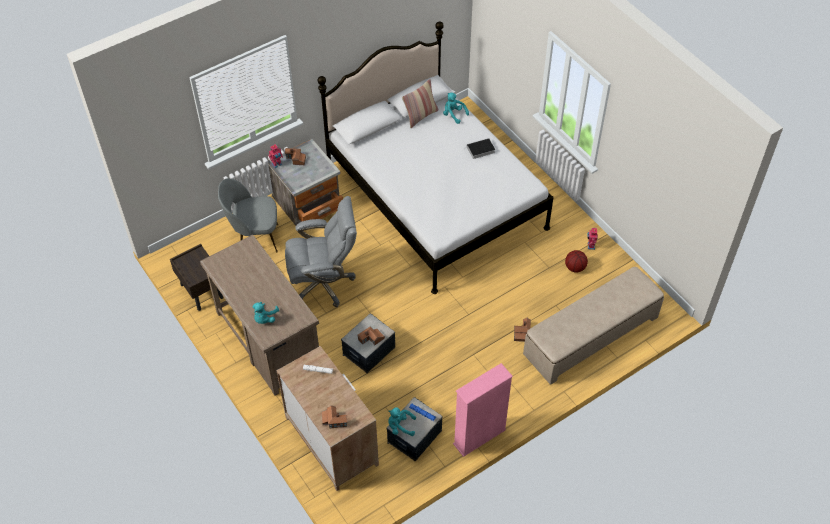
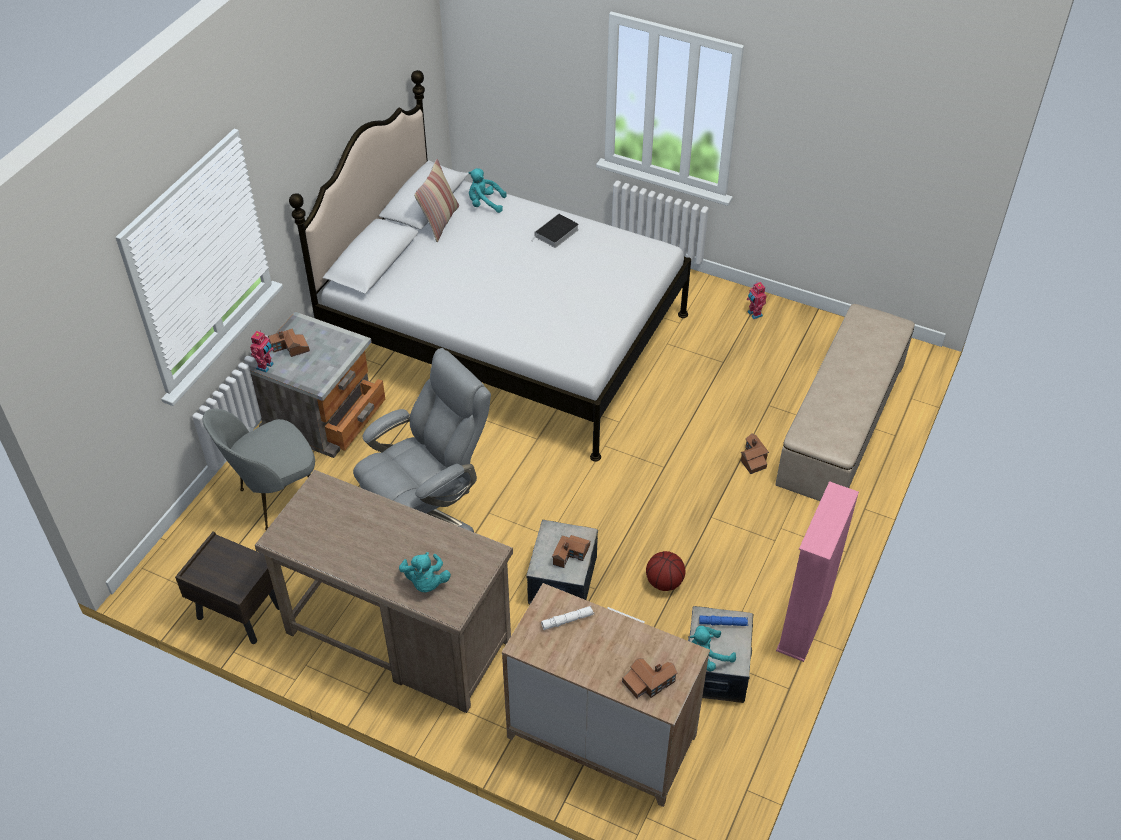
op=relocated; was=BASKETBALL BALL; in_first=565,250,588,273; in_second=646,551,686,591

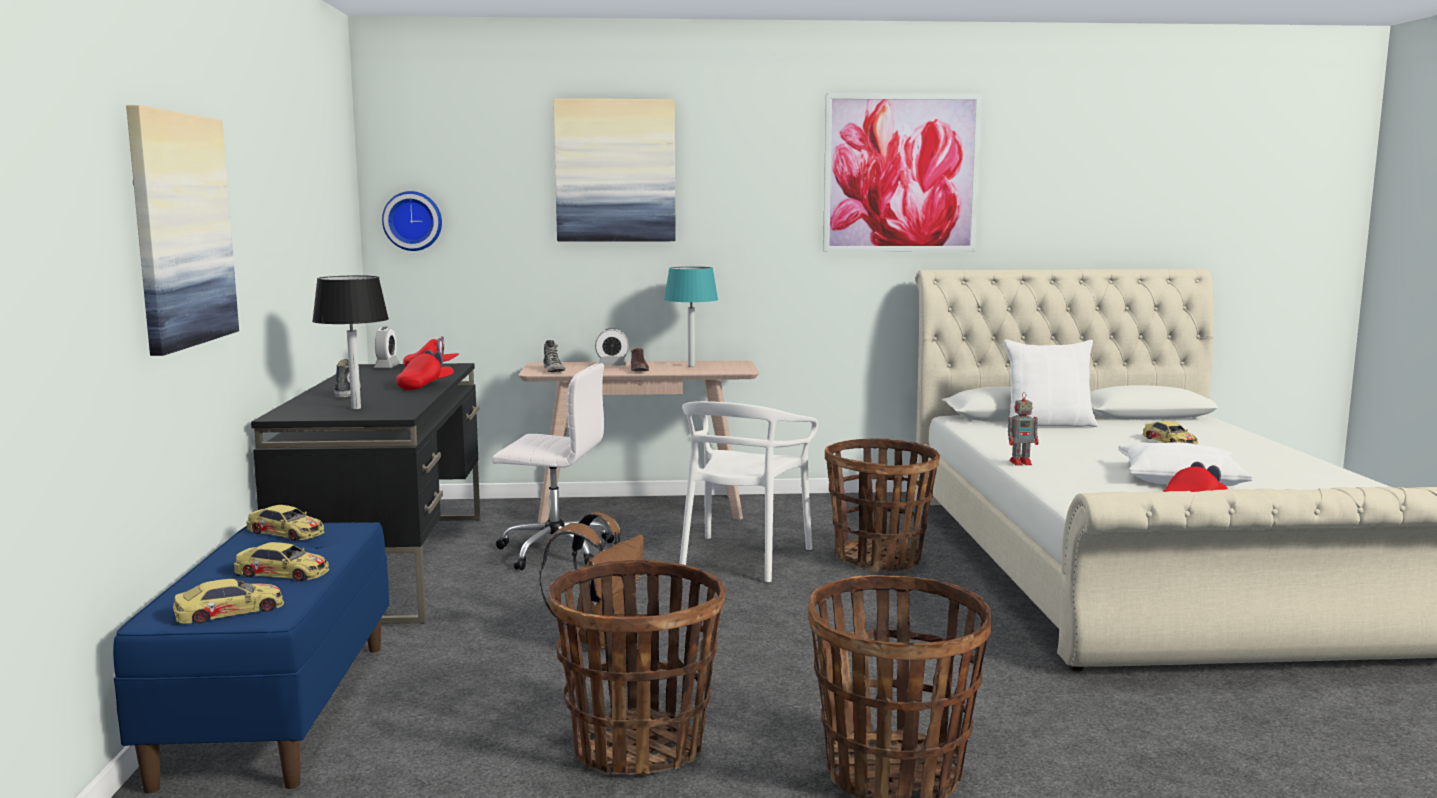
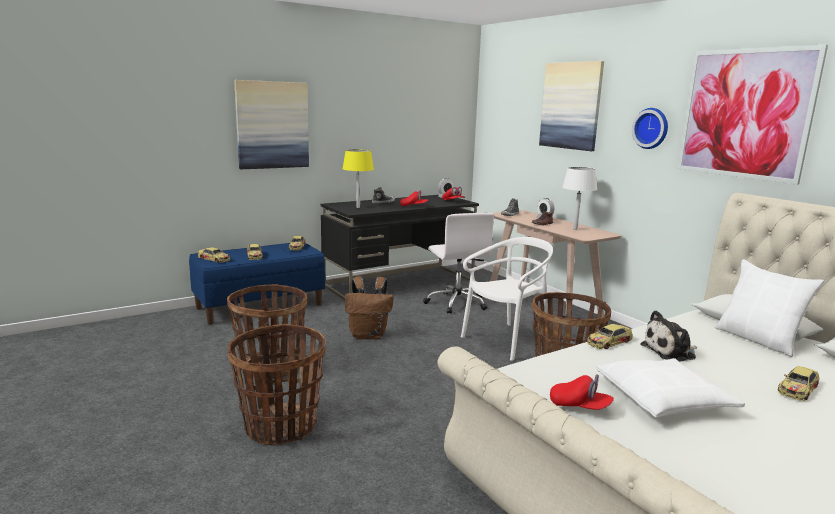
op=relocated; was=HANGING CLOCK; in_first=382,191,442,251; in_second=632,108,668,149
op=colour; was=BLUE-GREEN TABLETOP LAMP; now=WHITE-COLOURED TABLETOP LAMP; in_first=664,267,718,367; in_second=562,167,597,230
op=colour; was=BLACKISH TABLETOP LAMP; now=YELLOWISH TABLETOP LAMP; in_first=312,275,389,409; in_second=342,149,374,208
op=exchanged; was=ROBOT FIGURE; now=MINIATURE CAR; in_first=1008,392,1039,465; in_second=587,324,633,349
op=spun; was=WHITE-COLOURED PLAIN CHAIR; in_first=679,401,818,583; in_second=461,237,553,361; clockwise=150
op=appeared; now=CUDDLY TOY; in_second=640,310,697,362

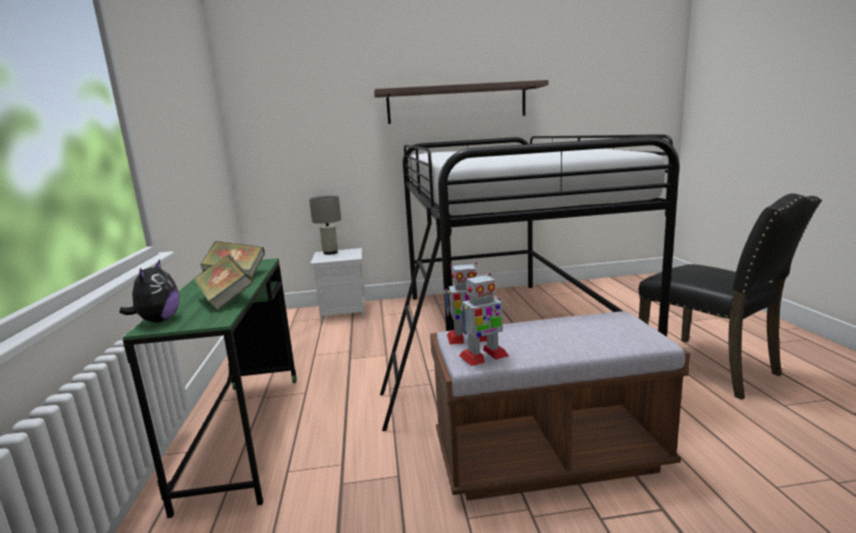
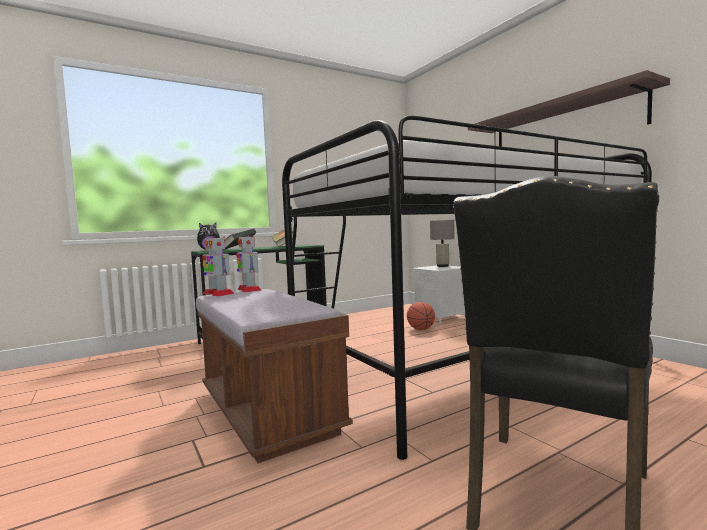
op=appeared; now=BASKETBALL BALL; in_second=407,302,435,330

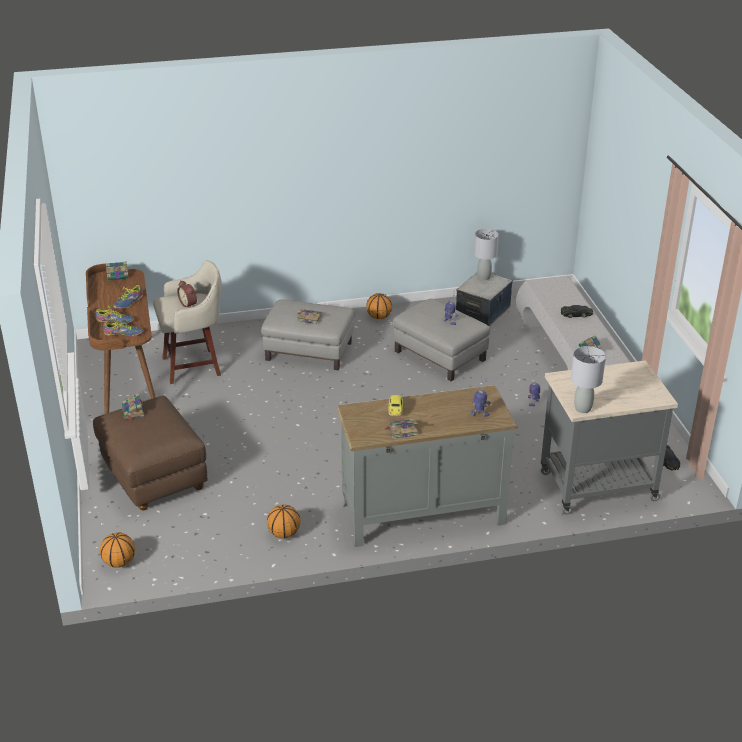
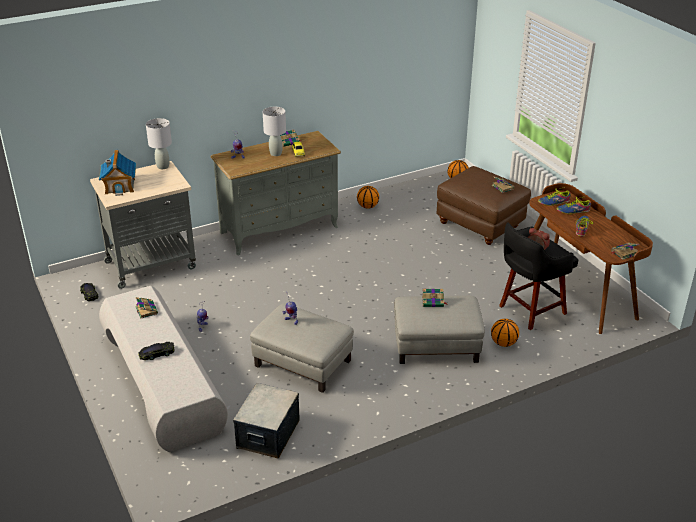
op=relocated; was=GREYISH TABLETOP LAMP; in_first=474,229,499,280; in_second=263,107,286,156
op=colour; was=BEIGE-COLOURED SITTING STOOL; now=BLACKISH SITTING STOOL; in_first=153,260,222,384; in_second=499,223,578,330
op=relocated; was=BASKETBALL BALL; in_first=366,293,392,319; in_second=491,319,519,347
op=appeared; now=MINIATURE HOUSE; in_second=99,150,136,196

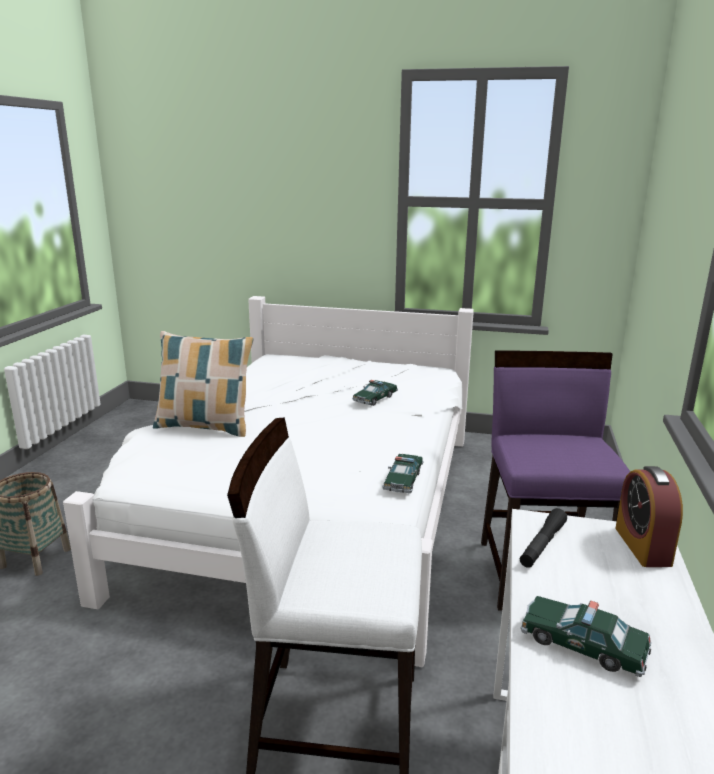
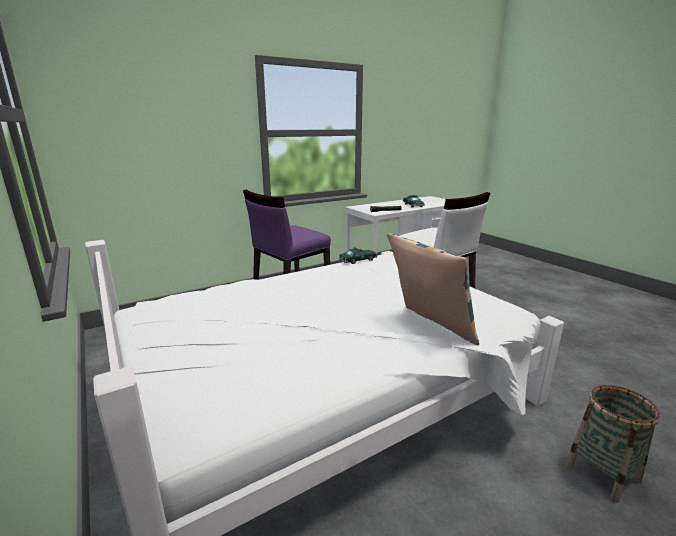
op=missing; was=MINIATURE CAR; in_first=352,380,398,406
op=missing; was=BEDSIDE CLOCK; in_first=615,466,683,567

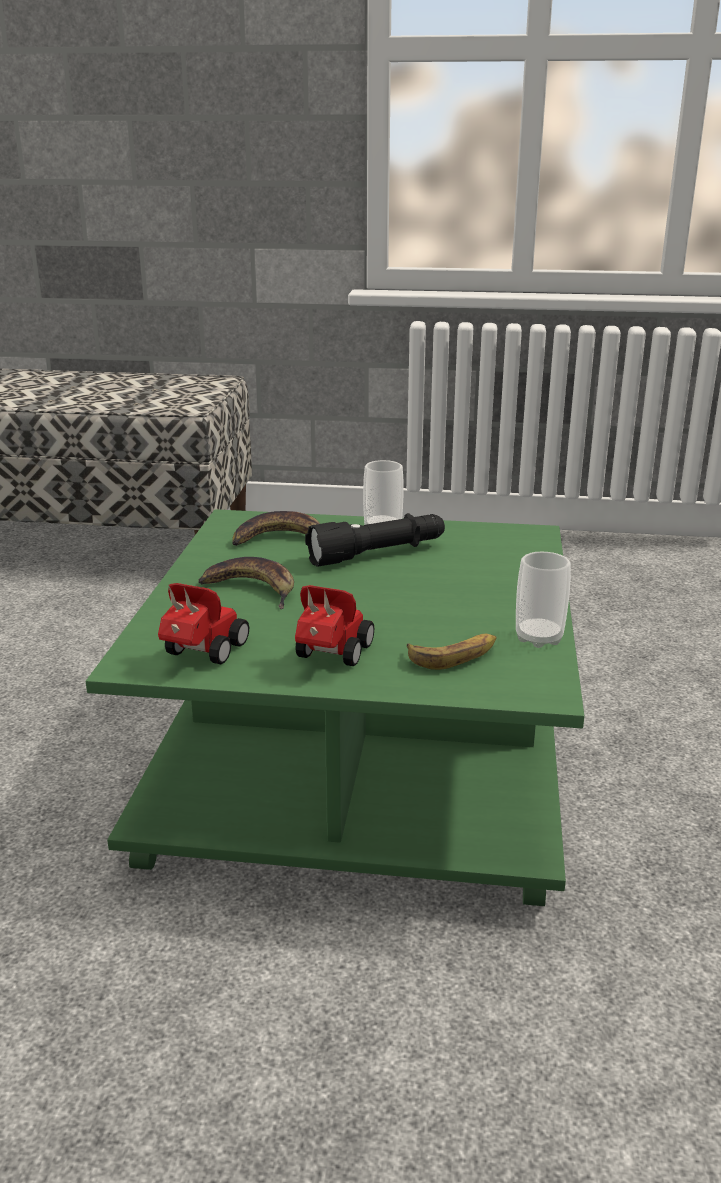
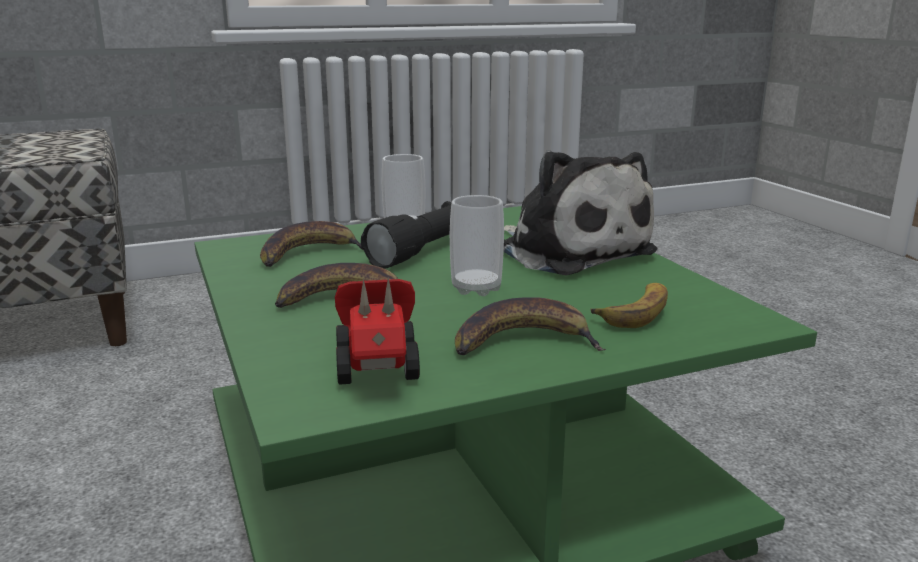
op=relocated; was=DRINKING CUP; in_first=516,552,571,648; in_second=450,195,504,296
op=exchanged; was=MINIATURE CAR; now=BANANA FRUIT; in_first=295,585,374,666; in_second=455,297,606,355
op=appeared; now=CUDDLY TOY; in_second=504,150,658,276

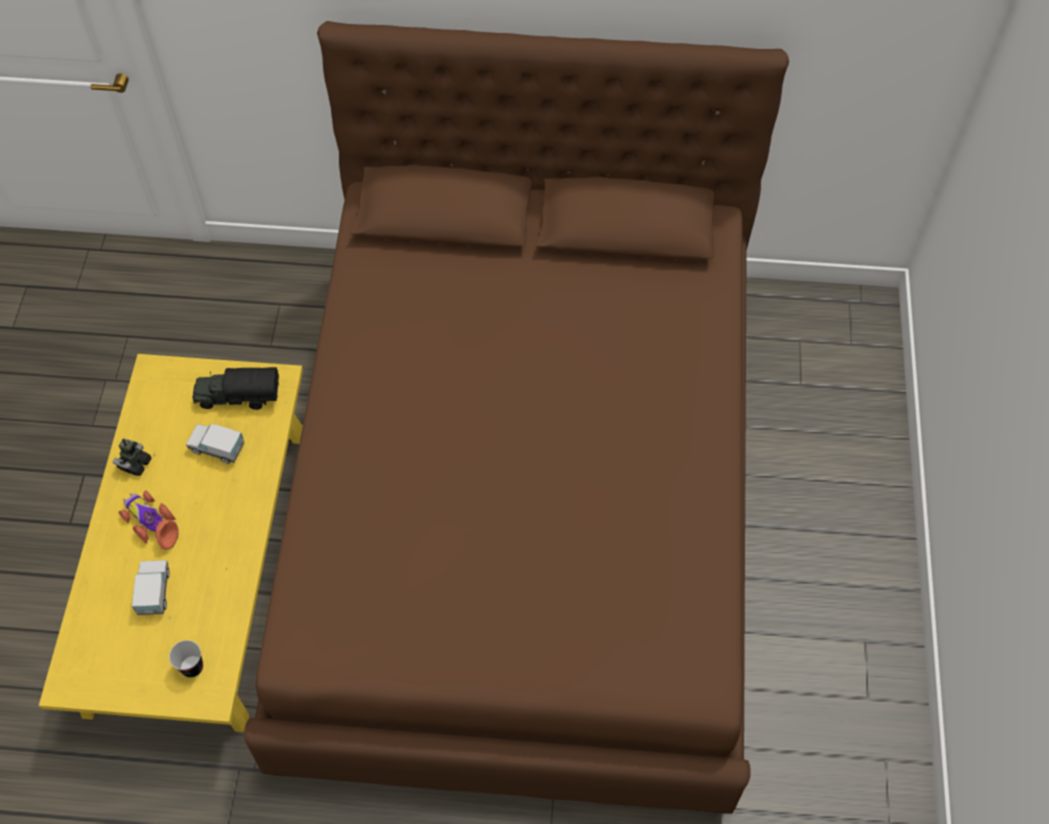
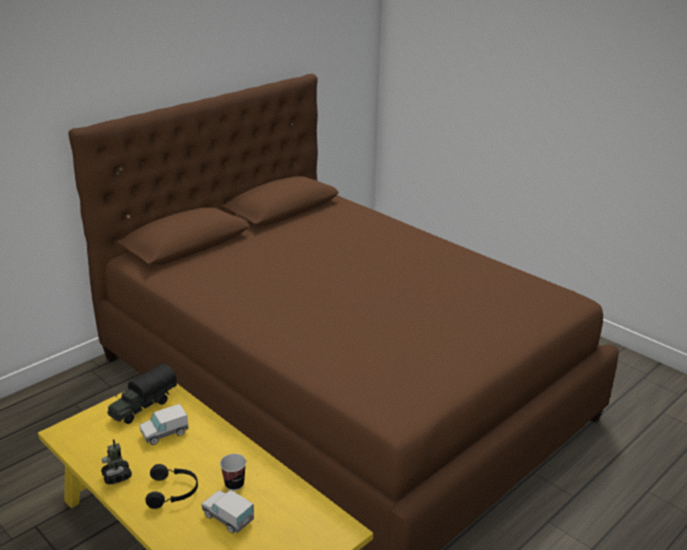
op=exchanged; was=MINIATURE CAR; now=BLACKISH PAIR OF HEADPHONES; in_first=119,490,179,550; in_second=145,464,198,509
op=relocated; was=DRINKING CUP; in_first=169,640,203,677; in_second=220,454,246,491

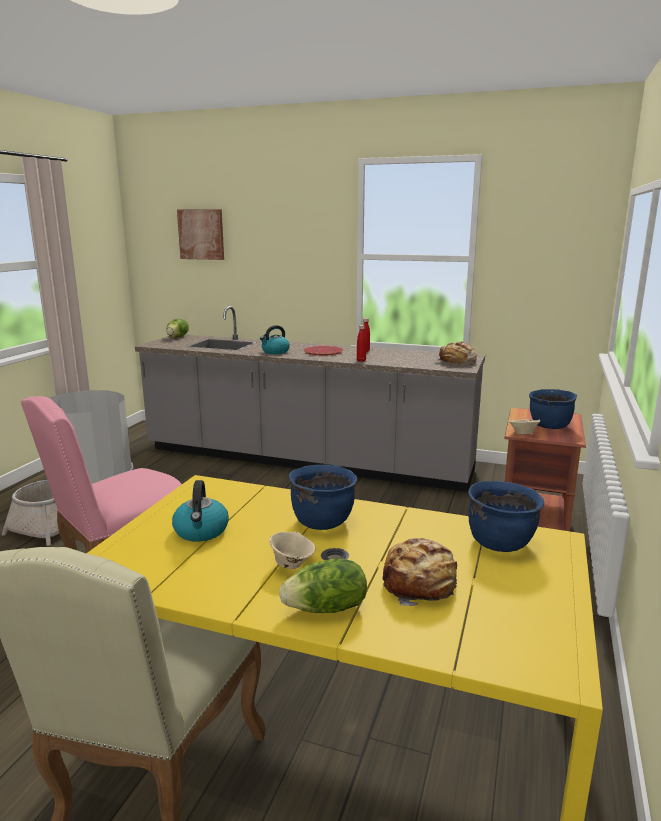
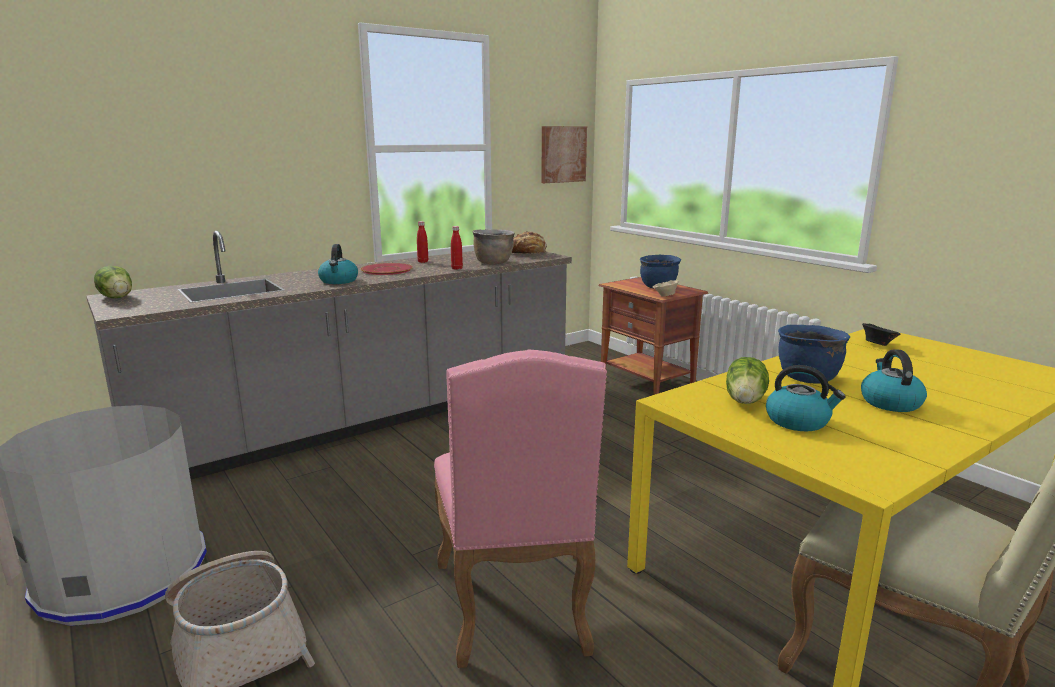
op=relocated; was=WALL ART; in_first=177,209,224,260; in_second=541,126,587,183
op=exchanged; was=BLUISH SAUCEPOT; now=BLACKISH BOWL; in_first=468,481,544,552; in_second=862,323,901,346
op=exchanged; was=BEIGE-COLOURED BOWL; now=TEA KETTLE; in_first=269,532,315,569; in_second=861,349,927,412
op=missing; was=BAKERY BREAD; in_first=383,538,457,606
op=relocated; was=LETTUCE HEAD; in_first=279,558,367,613; in_second=726,357,769,404
op=appeared; now=BROWNISH SAUCEPOT; in_second=472,229,515,264

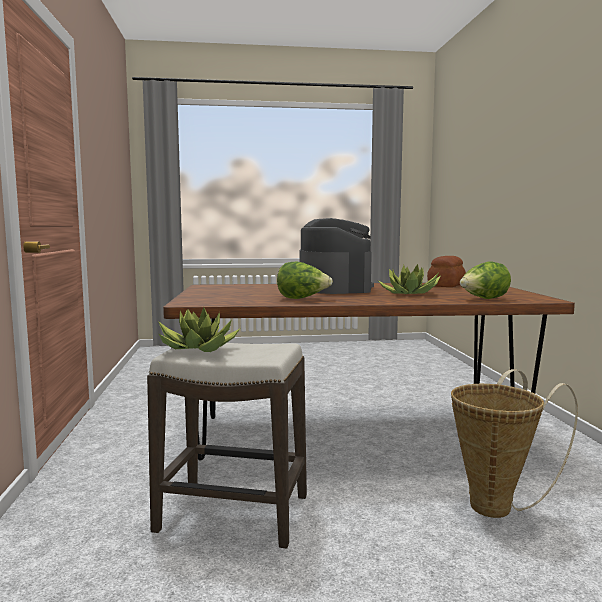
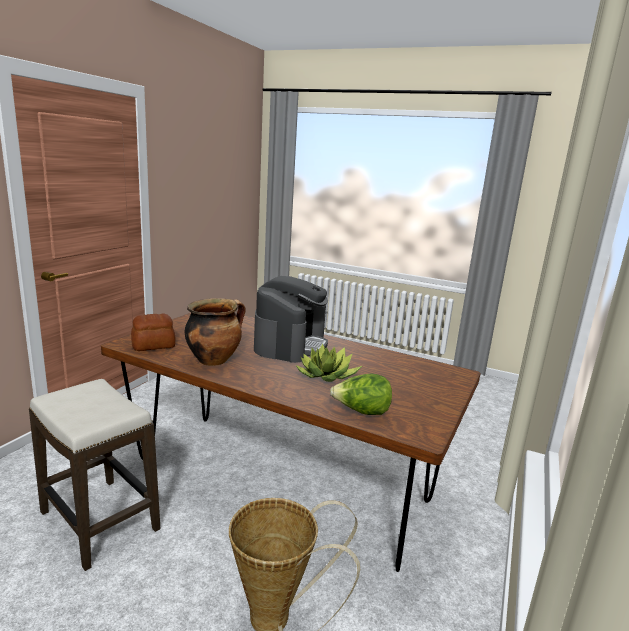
op=relocated; was=BAKERY BREAD; in_first=427,256,466,287; in_second=131,314,176,351
op=exchanged; was=LETTUCE HEAD; now=SAUCEPOT; in_first=277,261,333,299; in_second=185,298,246,366
op=missing; was=POTTED PLANT; in_first=158,307,240,352

